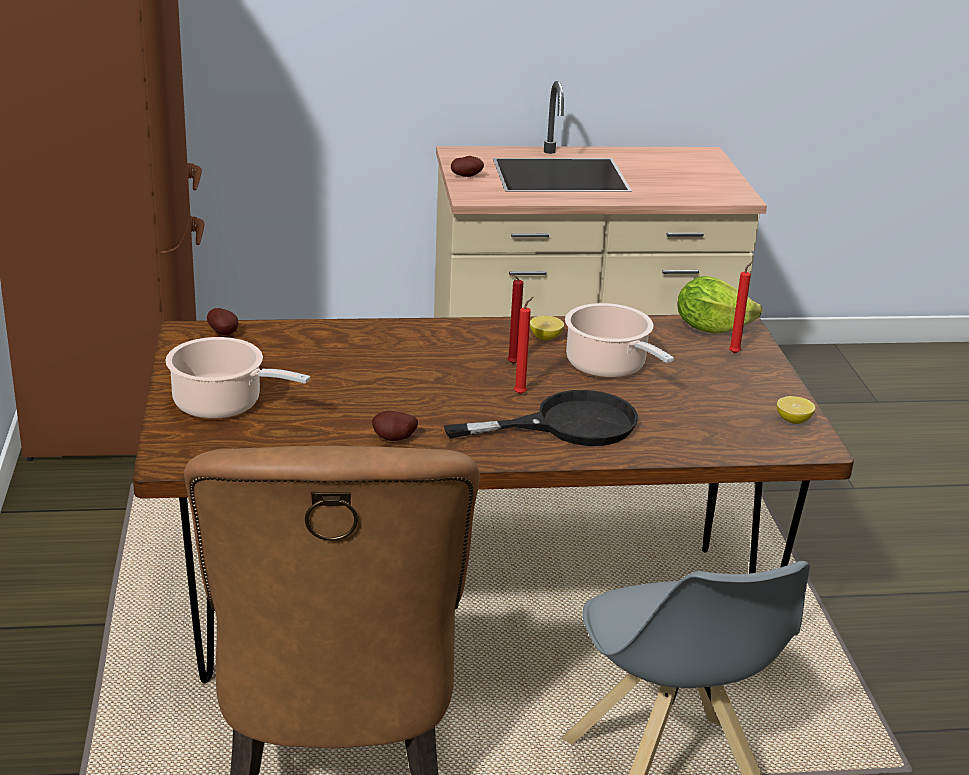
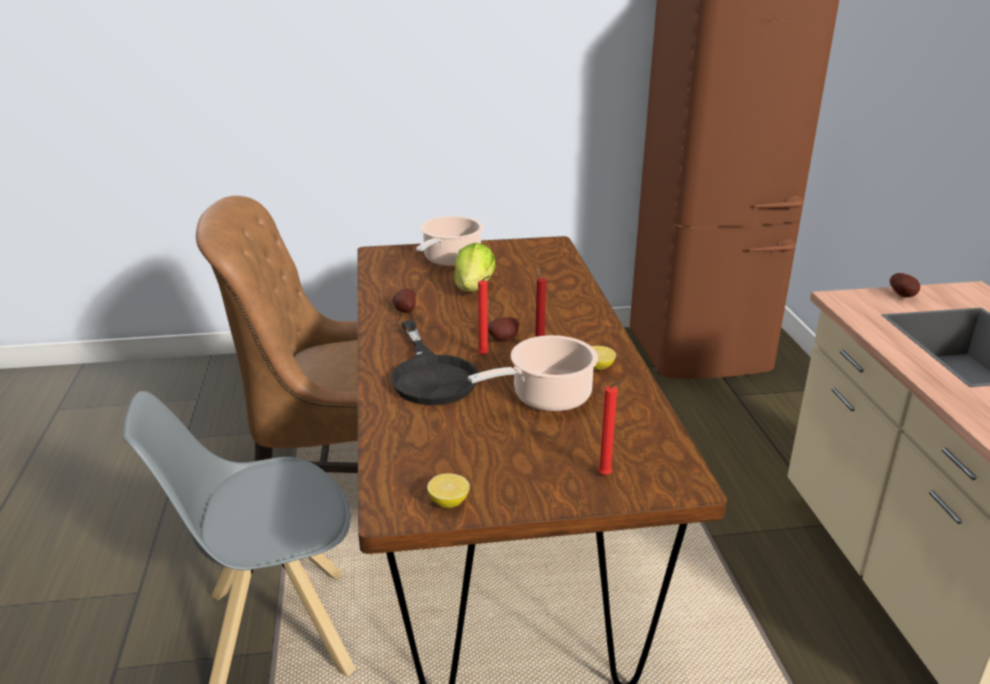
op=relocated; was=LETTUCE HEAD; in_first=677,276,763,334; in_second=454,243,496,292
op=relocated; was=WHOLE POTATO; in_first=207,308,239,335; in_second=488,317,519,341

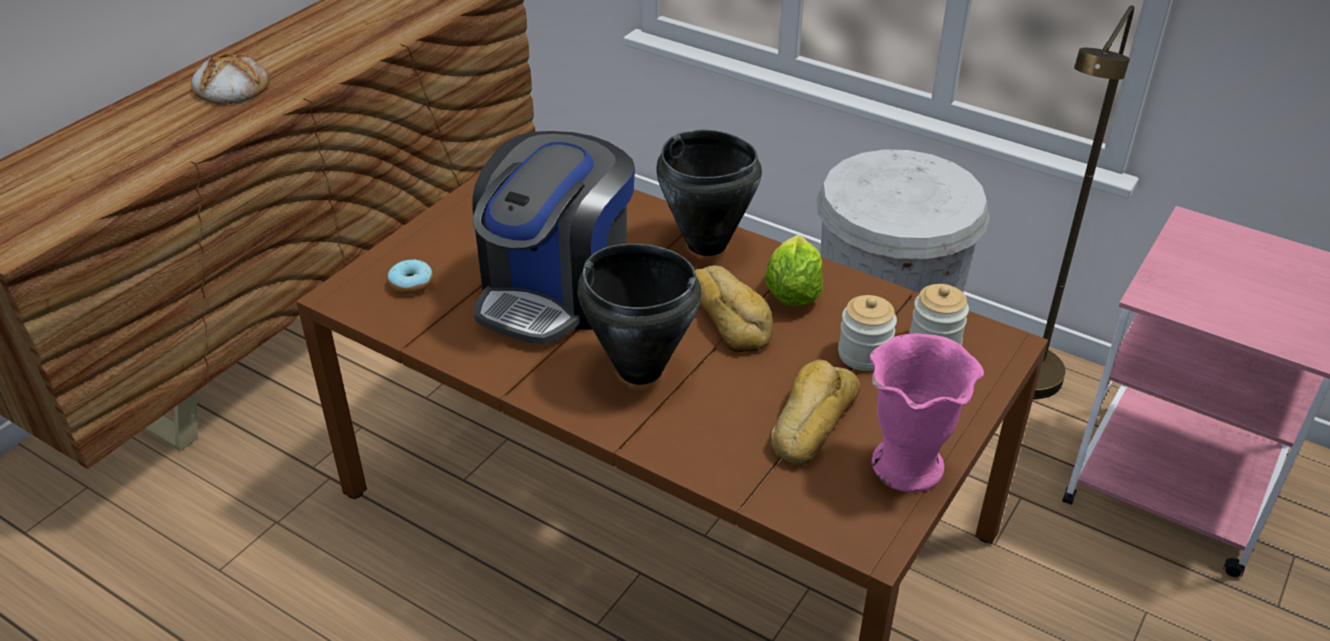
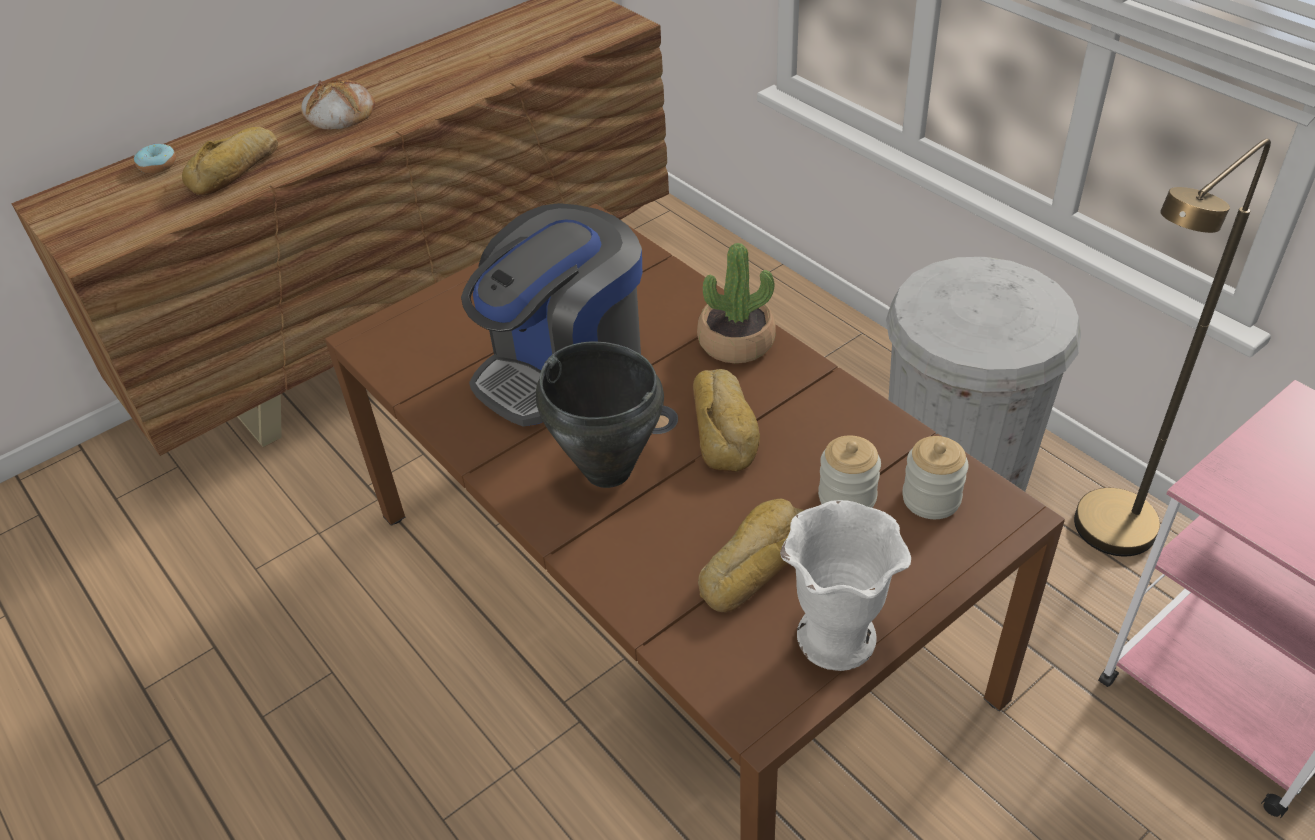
op=exchanged; was=BLACKISH SAUCEPOT; now=POTTED PLANT; in_first=656,130,762,256; in_second=697,243,776,363
op=missing; was=LETTUCE HEAD; in_first=765,235,823,306
op=relocated; was=DONUT; in_first=388,259,433,294; in_second=134,143,176,173
op=colour; was=PINK-COLOURED FLOWER VASE; now=WHITE-COLOURED FLOWER VASE; in_first=870,333,984,492; in_second=780,500,911,671
op=appeared; now=BAKERY BREAD; in_second=182,127,278,196

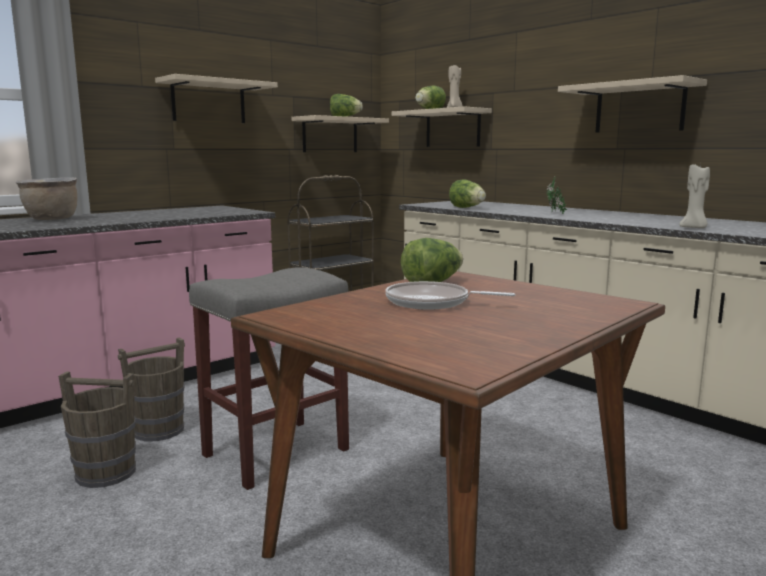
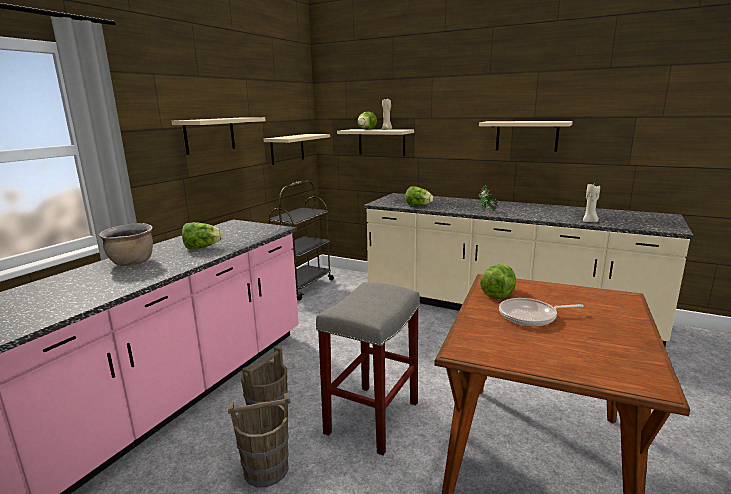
op=relocated; was=LETTUCE HEAD; in_first=330,94,363,117; in_second=182,222,223,249

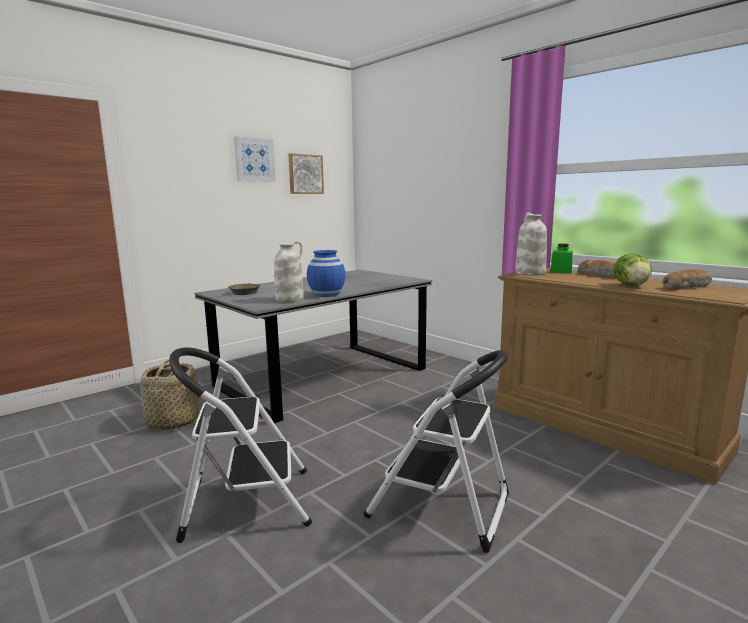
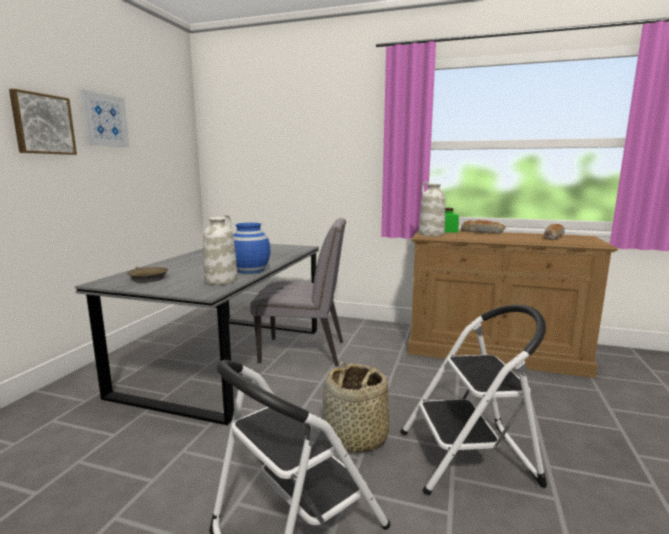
op=relocated; was=WALL ART; in_first=289,153,324,194; in_second=9,89,77,155
op=missing; was=LETTUCE HEAD; in_first=613,253,652,286
op=relocated; was=STORAGE BASKET; in_first=140,360,199,430; in_second=323,362,389,453
op=appeared; now=GREYISH PLAIN CHAIR; in_second=250,218,346,366

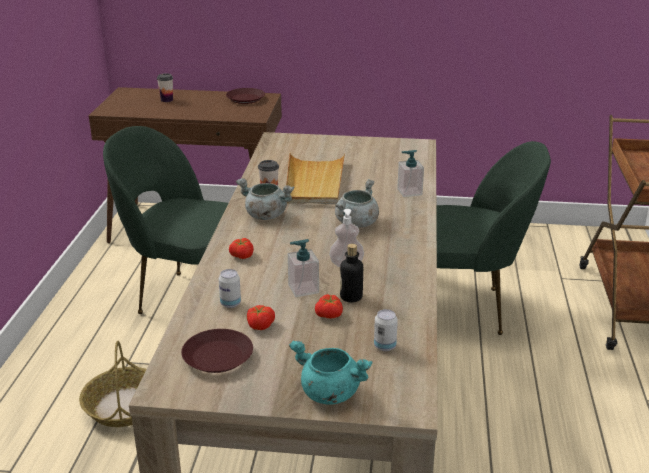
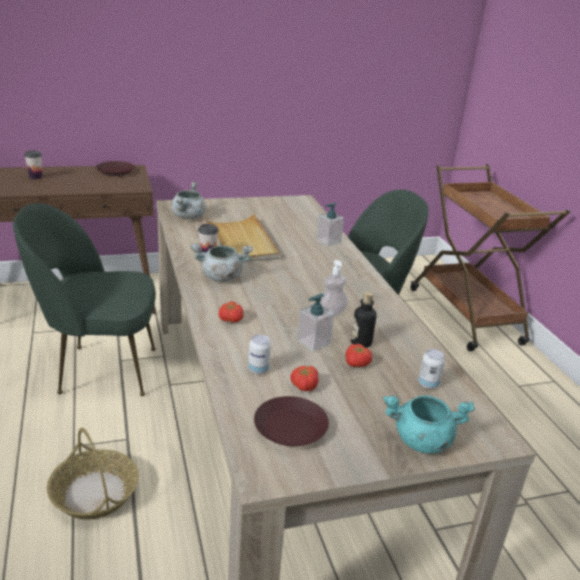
op=relocated; was=GREYISH SAUCEPOT; in_first=335,179,379,228; in_second=171,182,206,219

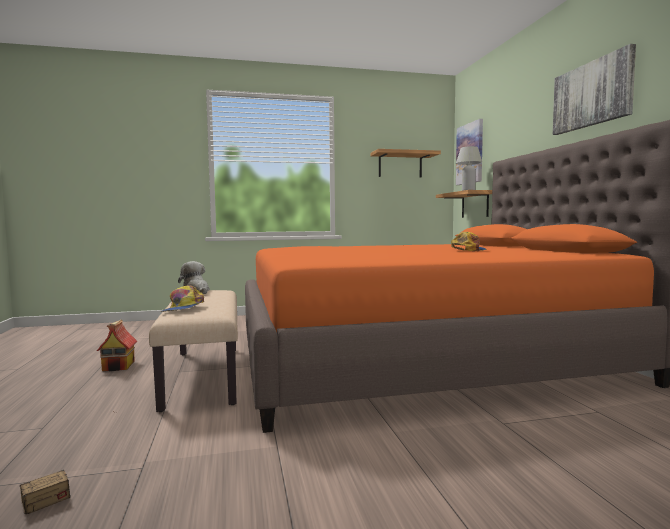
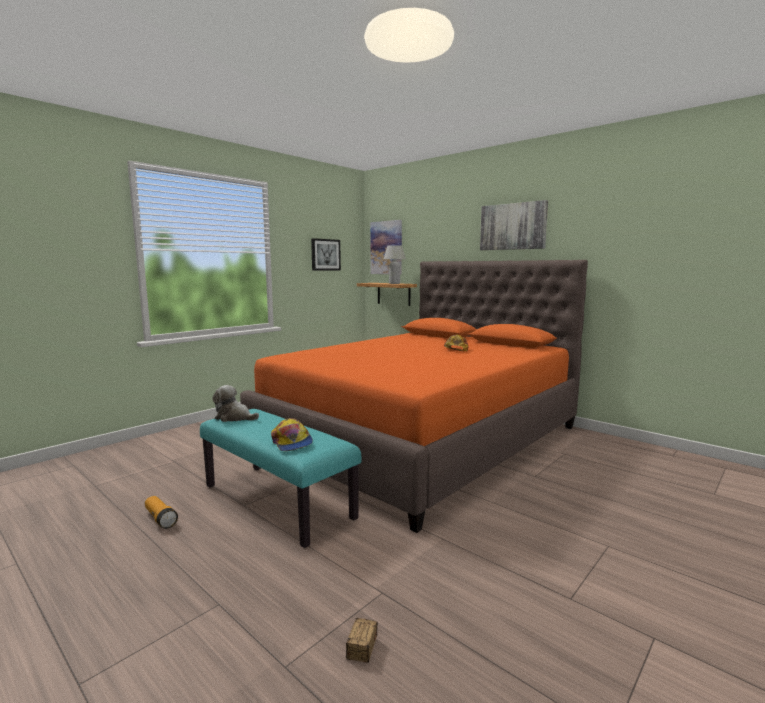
op=exchanged; was=BRACKET SHELF; now=WALL ART; in_first=370,149,441,178; in_second=311,238,341,271
op=colour; was=BEIGE-COLOURED BENCH; now=BLUE-GREEN BENCH; in_first=149,290,238,412; in_second=200,409,362,548
op=exchanged; was=MINIATURE HOUSE; now=TORCH; in_first=97,320,138,371; in_second=145,496,178,529

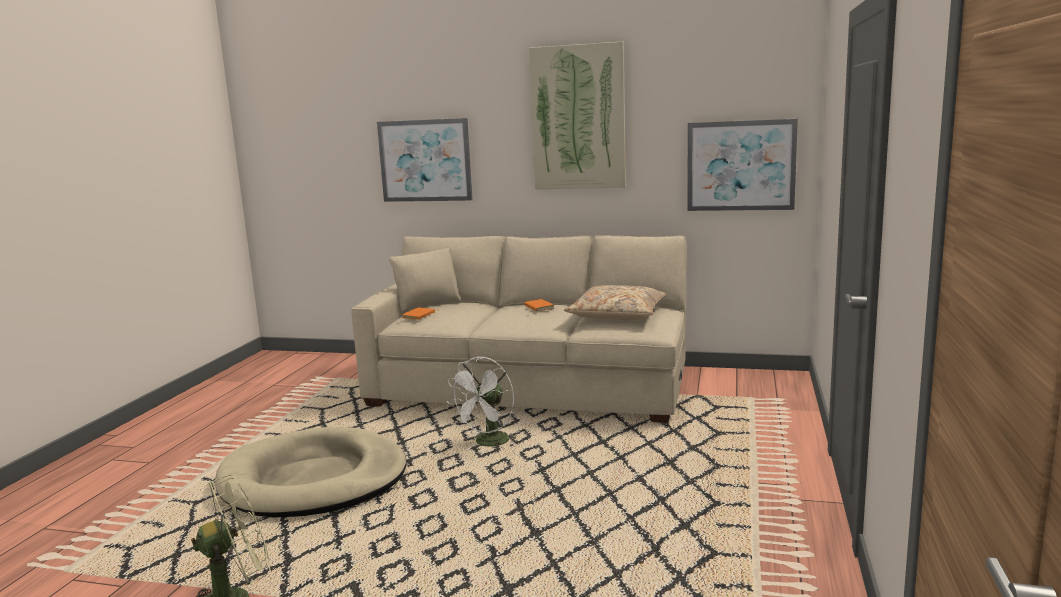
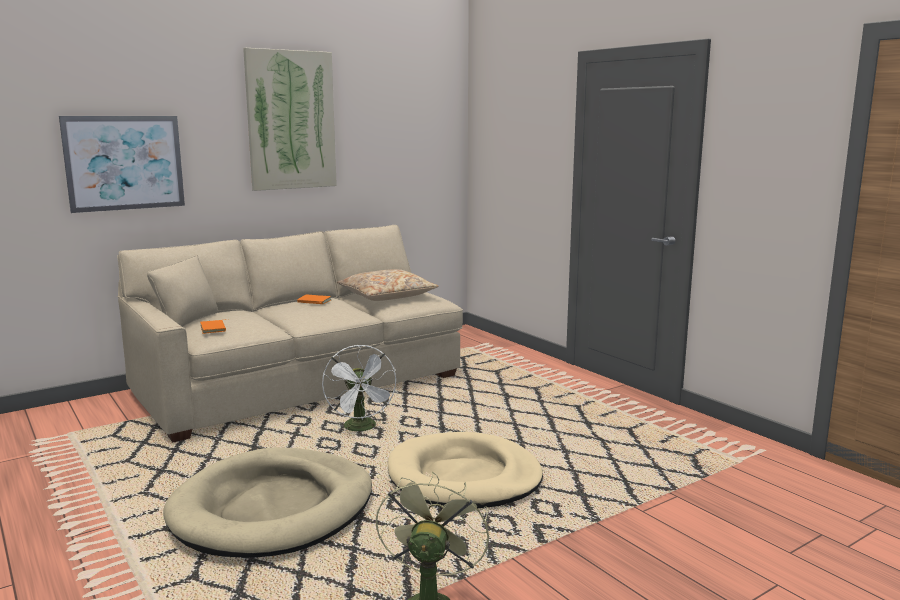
op=missing; was=WALL ART; in_first=687,119,798,211
op=appeared; now=BEIGE-COLOURED PET BED; in_second=388,432,543,508

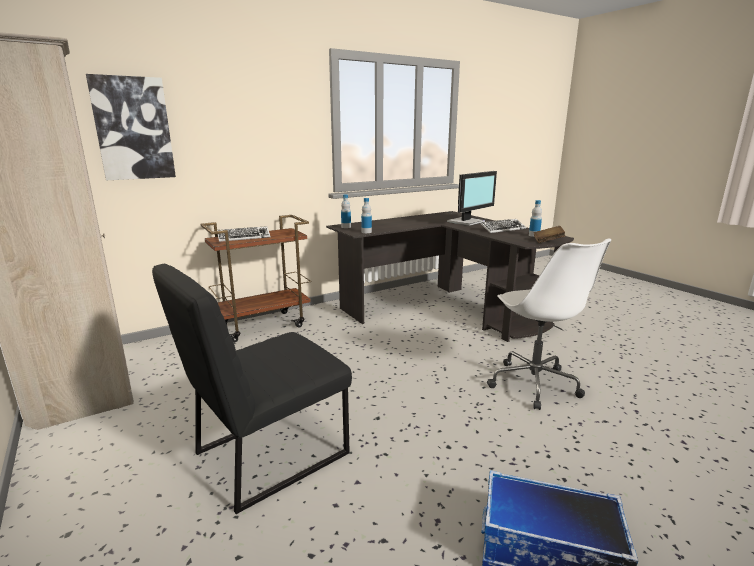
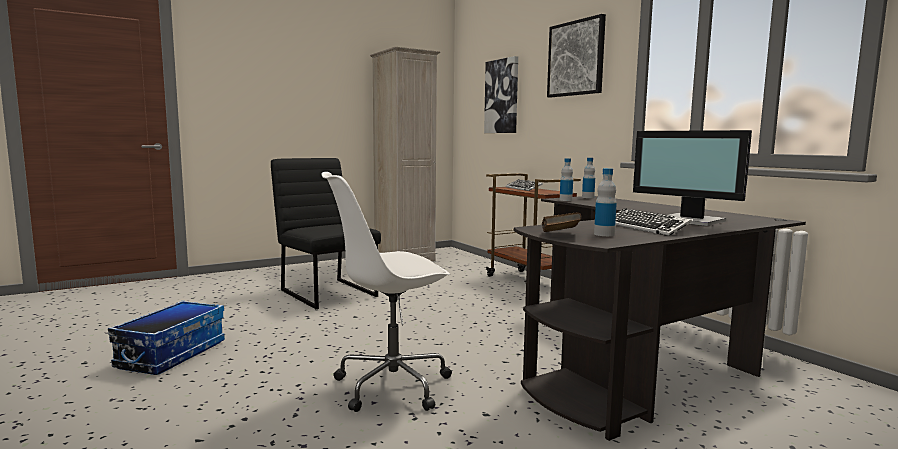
op=appeared; now=WALL ART; in_second=547,14,606,98

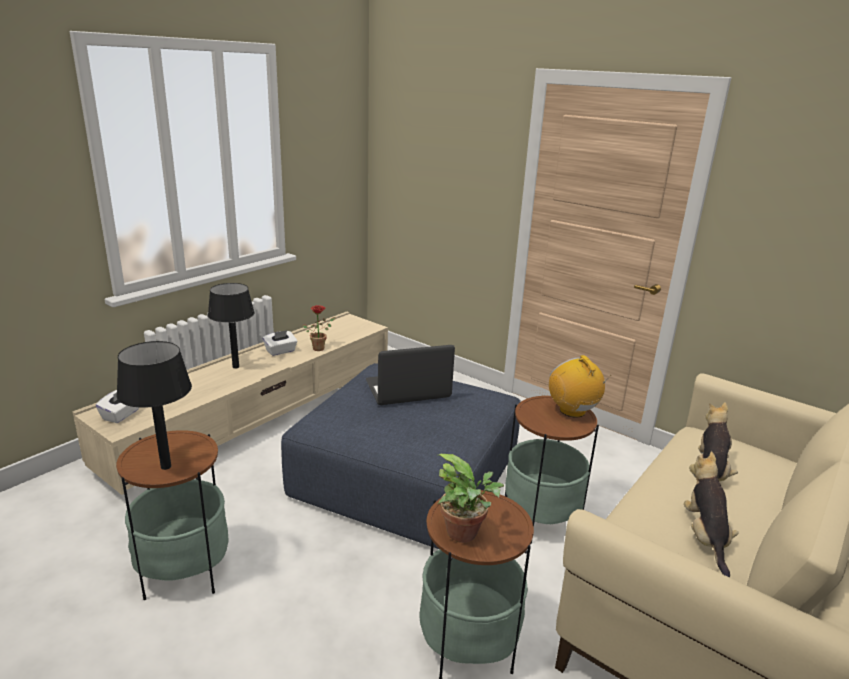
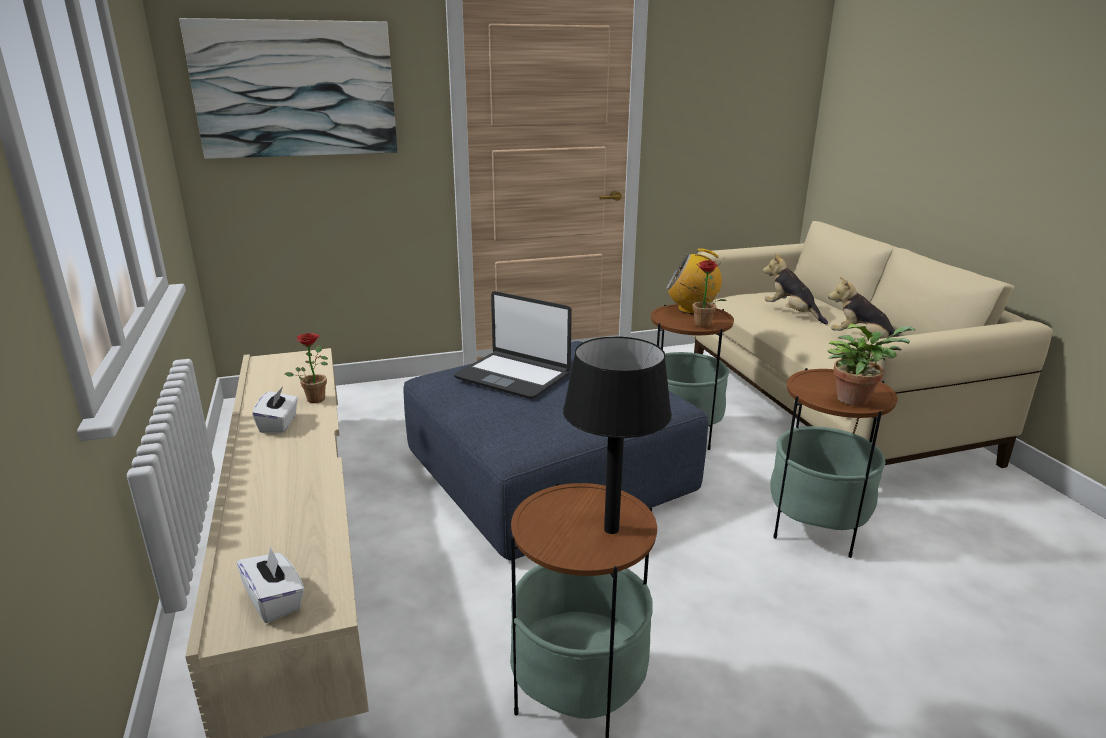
op=missing; was=BLACKISH TABLETOP LAMP; in_first=208,283,255,369
op=spun; was=NOTEBOOK COMPUTER; in_first=366,345,455,405; in_second=454,291,572,399; clockwise=-75
op=appeared; now=WALL ART; in_second=179,18,397,159
op=appeared; now=POTTED PLANT; in_second=680,260,726,328

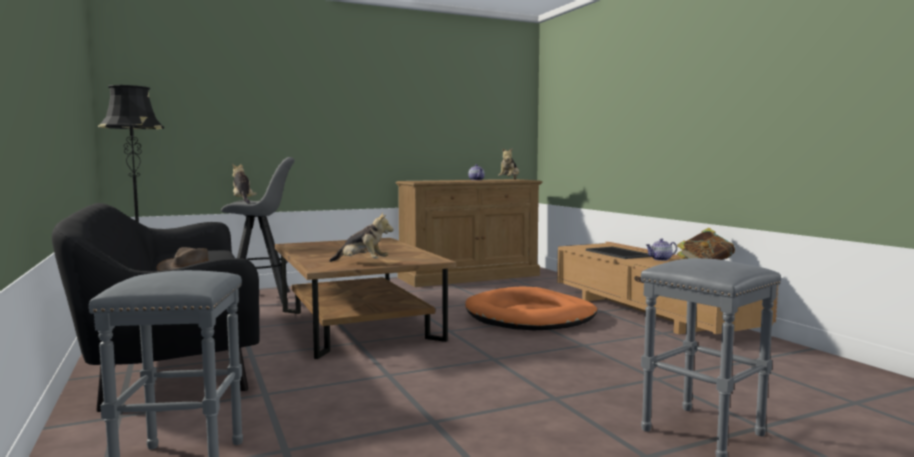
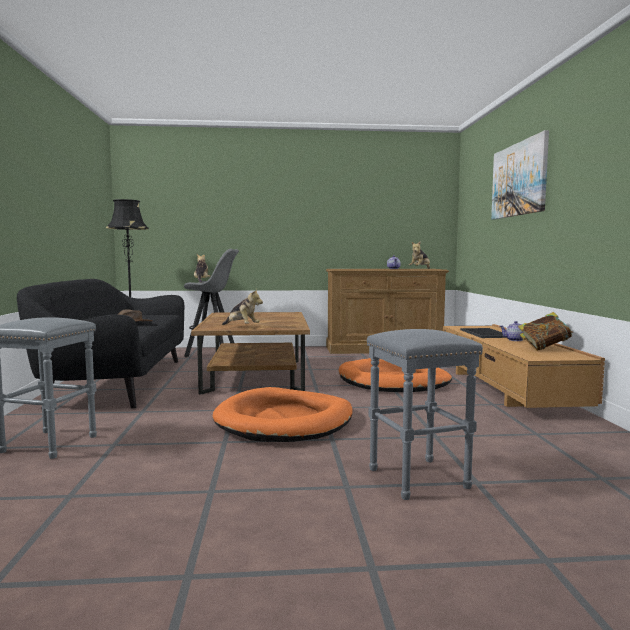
op=appeared; now=WALL ART; in_second=491,130,549,219
op=appeared; now=ORANGEY PET BED; in_second=213,387,352,442

